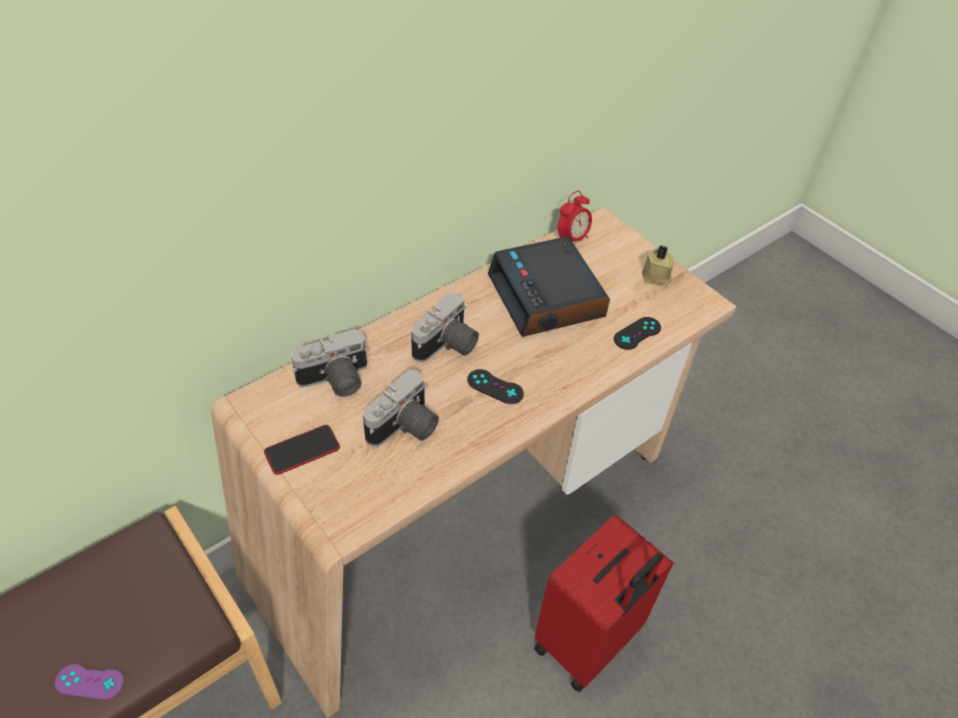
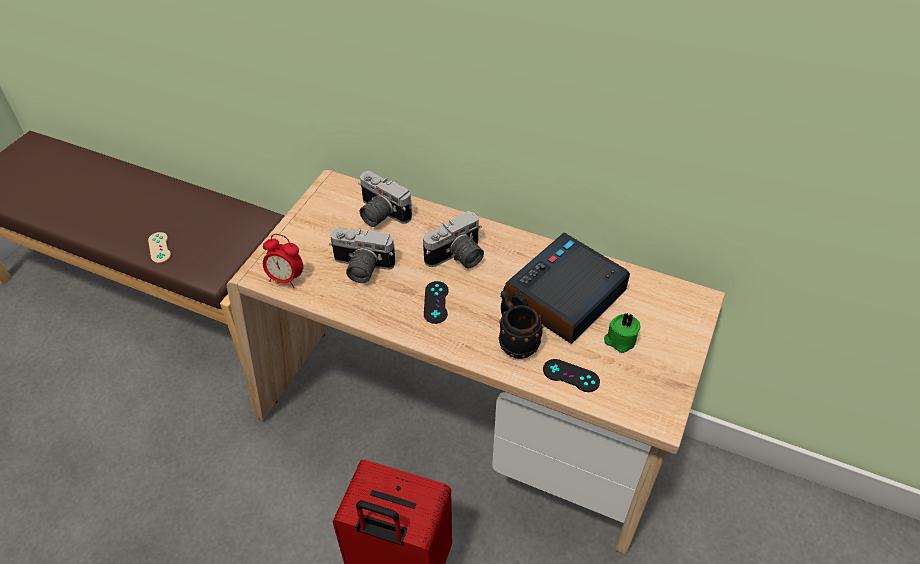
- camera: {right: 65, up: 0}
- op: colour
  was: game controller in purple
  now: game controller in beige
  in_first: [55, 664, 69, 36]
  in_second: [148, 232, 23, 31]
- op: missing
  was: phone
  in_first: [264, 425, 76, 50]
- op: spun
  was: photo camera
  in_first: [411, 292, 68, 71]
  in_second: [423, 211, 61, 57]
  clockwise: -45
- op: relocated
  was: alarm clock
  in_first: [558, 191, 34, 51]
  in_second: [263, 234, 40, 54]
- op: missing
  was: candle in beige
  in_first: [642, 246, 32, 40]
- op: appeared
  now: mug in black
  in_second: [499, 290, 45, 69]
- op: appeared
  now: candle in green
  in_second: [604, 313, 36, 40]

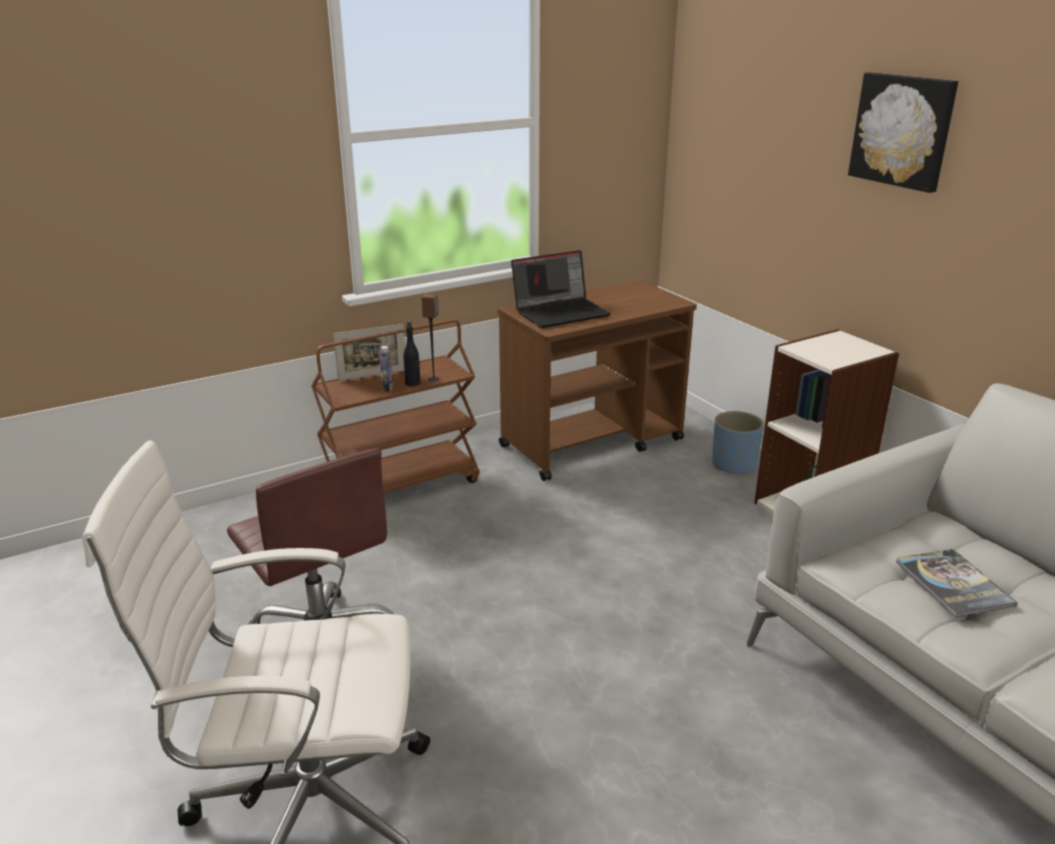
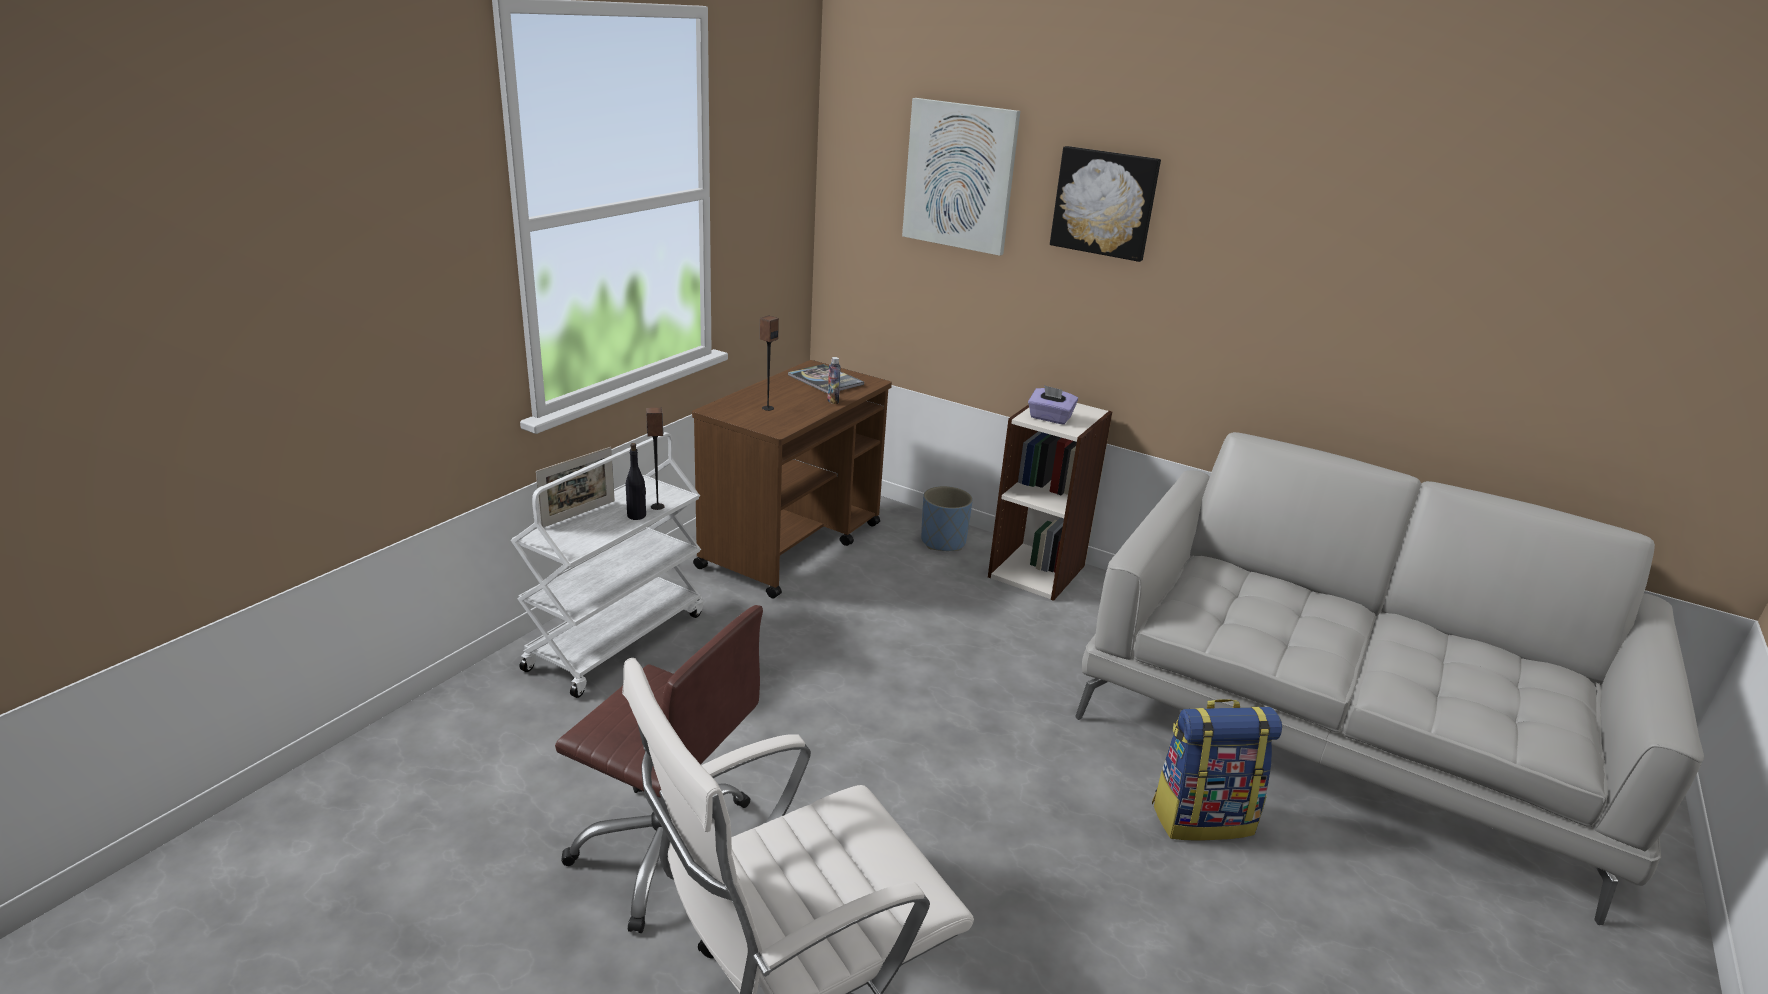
- camera: {right: -30, up: 0}
- op: colour
  was: cart in brown
  now: cart in white
  in_first: [311, 319, 168, 174]
  in_second: [511, 432, 192, 266]
- op: relocated
  was: bottle
  in_first: [379, 346, 14, 46]
  in_second: [827, 357, 14, 47]
- op: exchanged
  was: laptop
  now: speaker
  in_first: [511, 250, 100, 78]
  in_second: [760, 315, 19, 96]
- op: relocated
  was: book
  in_first: [896, 549, 122, 68]
  in_second: [788, 364, 76, 30]
- op: appeared
  now: picture
  in_second: [902, 98, 118, 158]
- op: appeared
  now: tissue box in purple
  in_second: [1028, 385, 50, 40]
- op: appeared
  now: backpack
  in_second: [1152, 699, 130, 142]

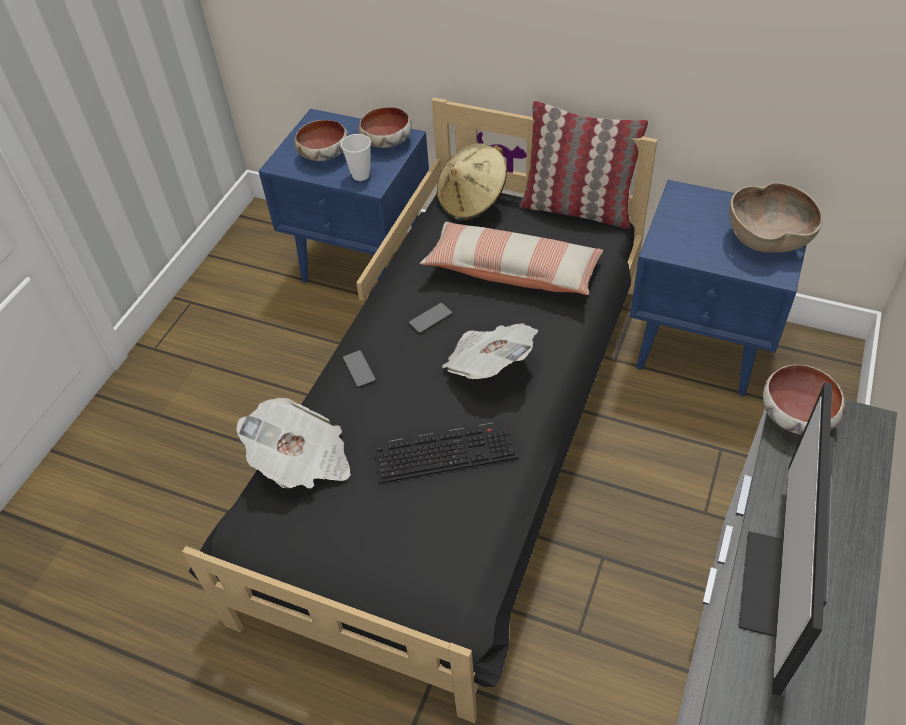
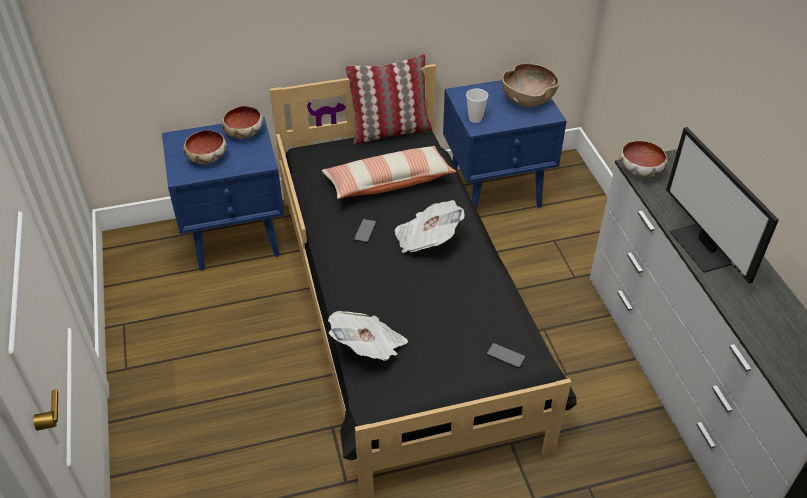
- camera: {right: -40, up: -5}
- op: relocated
  was: cup
  in_first: [341, 134, 30, 47]
  in_second: [466, 88, 22, 35]
- op: relocated
  was: phone
  in_first: [342, 350, 34, 38]
  in_second: [486, 343, 40, 25]
- op: missing
  was: keyboard
  in_first: [373, 420, 146, 64]
- op: missing
  was: hat in beige
  in_first: [437, 143, 70, 78]

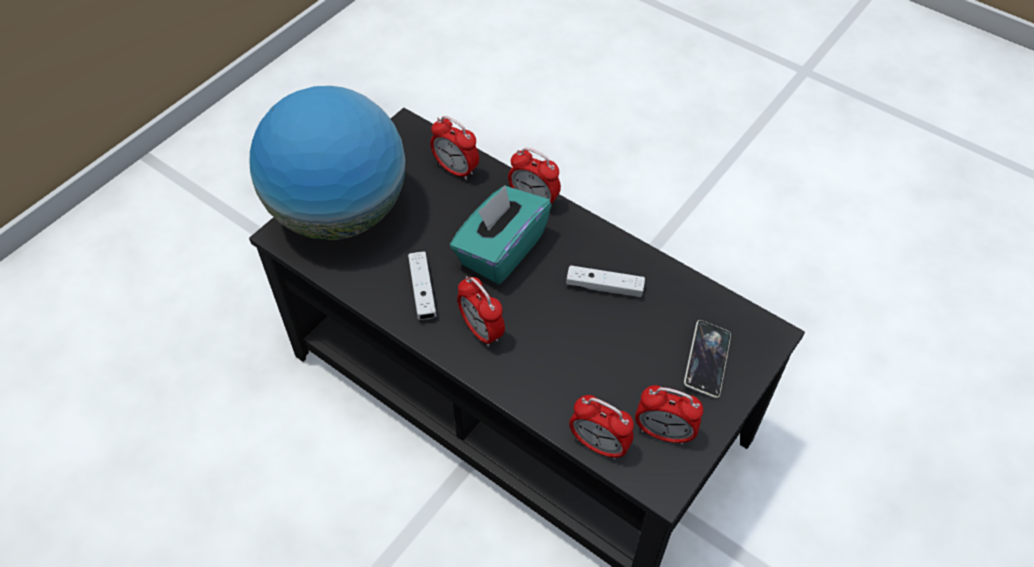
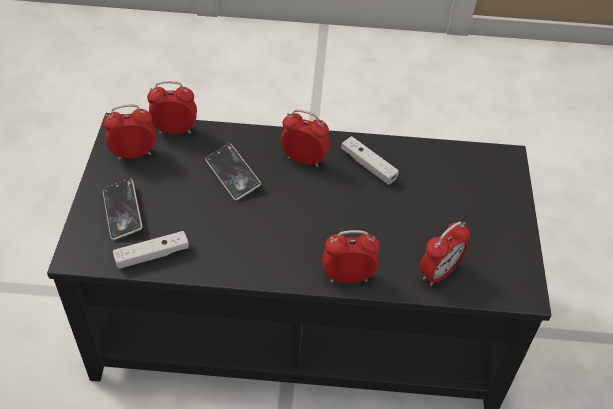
- camera: {right: 145, up: -5}
- op: missing
  was: globe
  in_first: [249, 86, 157, 154]
- op: spun
  was: alarm clock
  in_first: [430, 116, 49, 64]
  in_second: [420, 221, 50, 65]
  clockwise: 135
- op: missing
  was: tissue box in turquoise
  in_first: [450, 186, 102, 98]
- op: relocated
  was: game controller in white
  in_first: [566, 265, 79, 32]
  in_second: [113, 231, 76, 38]
- op: appeared
  now: phone
  in_second: [206, 144, 55, 56]

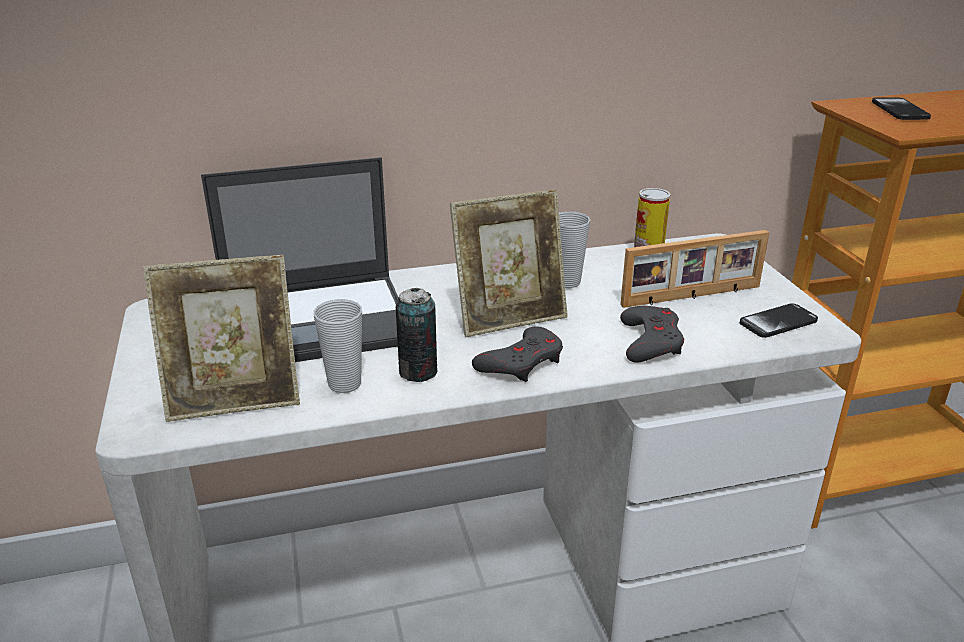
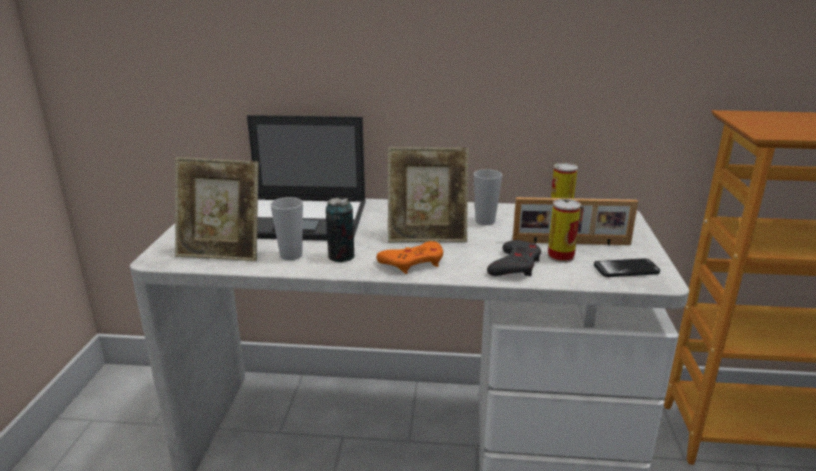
- camera: {right: 20, up: -5}
- op: colour
  was: game controller in grey
  now: game controller in orange
  in_first: [472, 326, 91, 56]
  in_second: [377, 241, 66, 33]
- op: missing
  was: phone
  in_first: [872, 97, 59, 23]
- op: appeared
  now: can
  in_second: [548, 199, 33, 63]

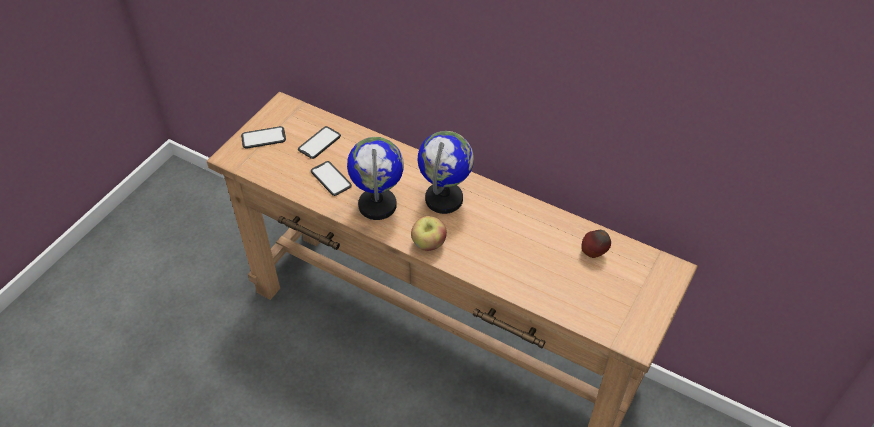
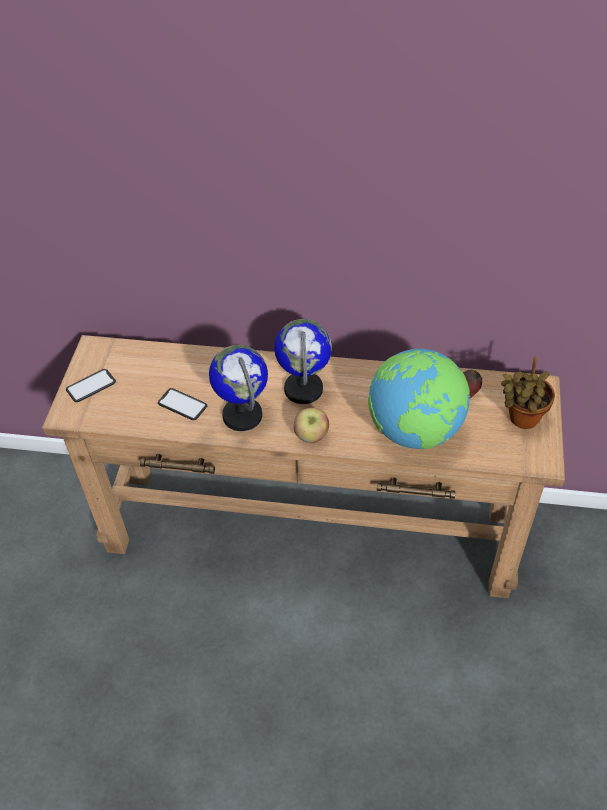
- camera: {right: -20, up: 0}
- op: missing
  was: phone
  in_first: [298, 126, 43, 33]
- op: appeared
  now: globe
  in_second: [368, 349, 102, 100]
- op: appeared
  now: potted plant
  in_second: [501, 357, 54, 72]

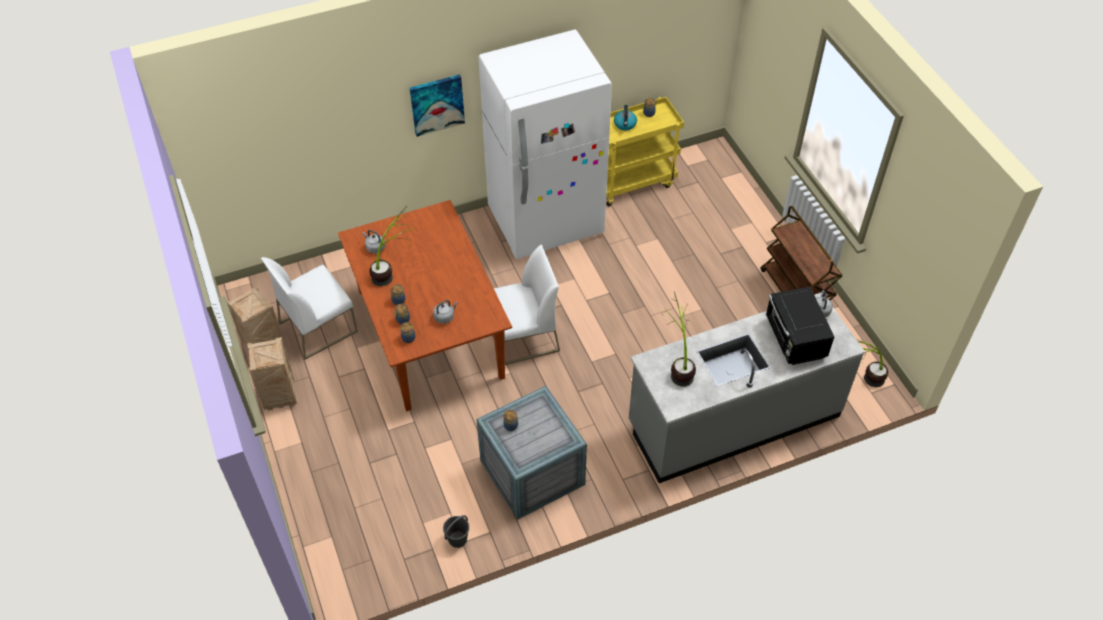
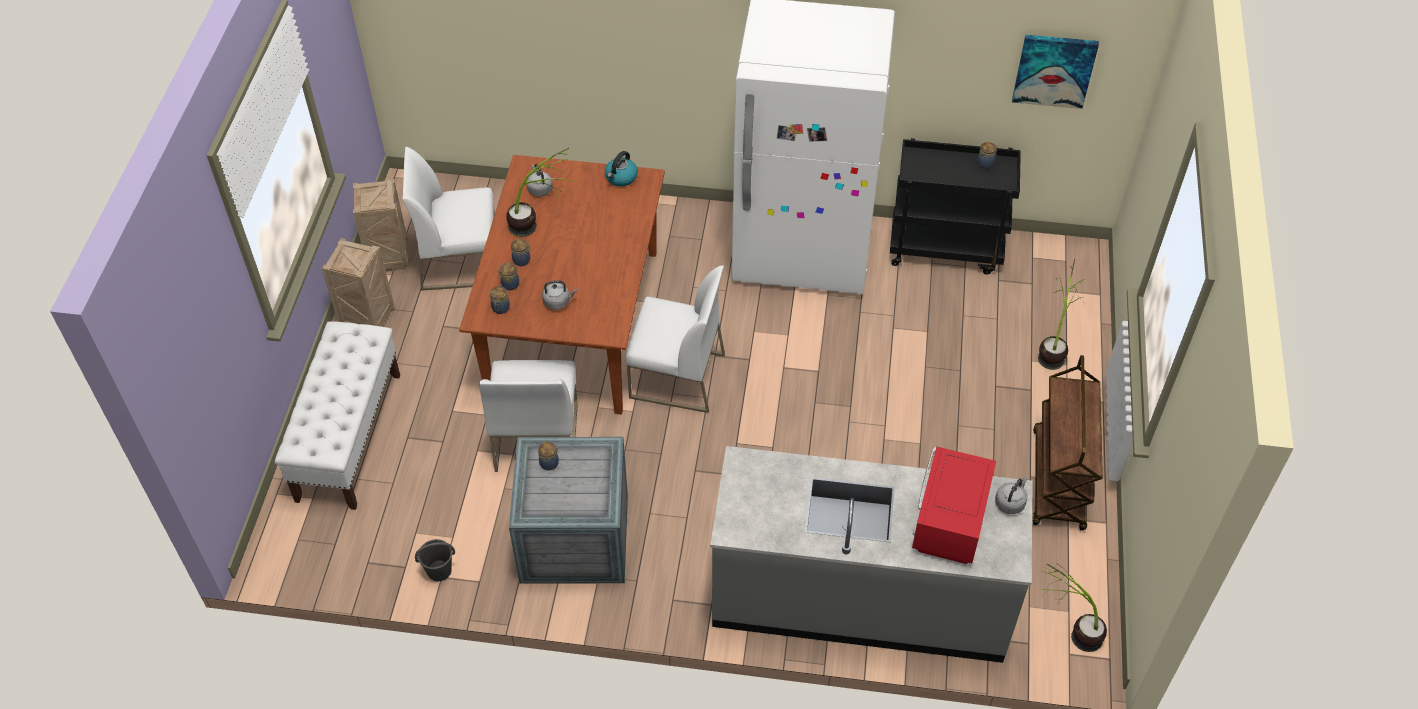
- camera: {right: 30, up: 0}
- op: relocated
  was: picture
  in_first: [410, 74, 55, 63]
  in_second: [1012, 35, 87, 74]
- op: colour
  was: cart in yellow
  now: cart in black
  in_first: [606, 97, 78, 109]
  in_second: [890, 138, 131, 137]
- op: relocated
  was: kettle
  in_first: [614, 105, 23, 25]
  in_second: [605, 151, 33, 36]
- op: relocated
  was: potted plant
  in_first: [664, 291, 32, 96]
  in_second: [1038, 259, 47, 111]
- op: colour
  was: microwave in black
  now: microwave in red
  in_first: [766, 287, 68, 78]
  in_second: [912, 446, 84, 118]
- op: appeared
  now: bench in white
  in_second: [275, 321, 125, 189]
- op: appeared
  now: chair in white
  in_second: [479, 360, 99, 112]

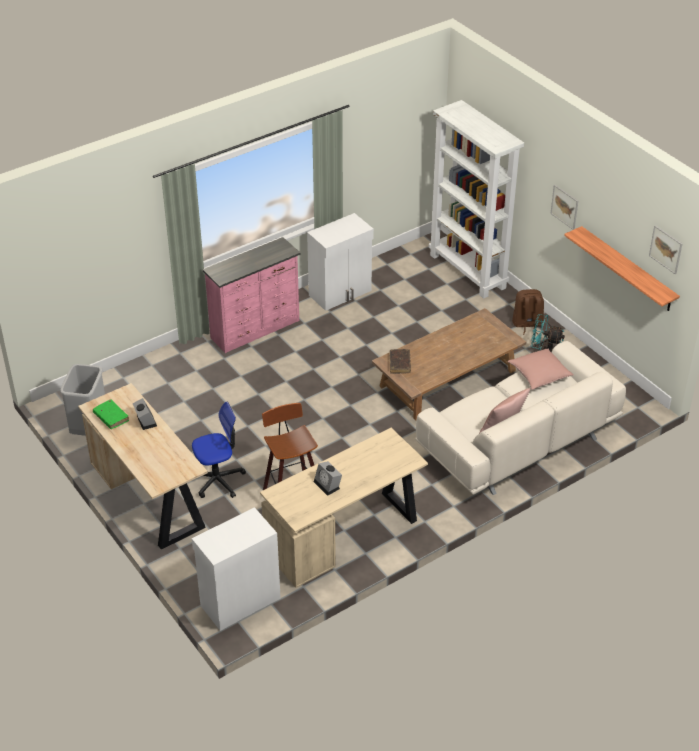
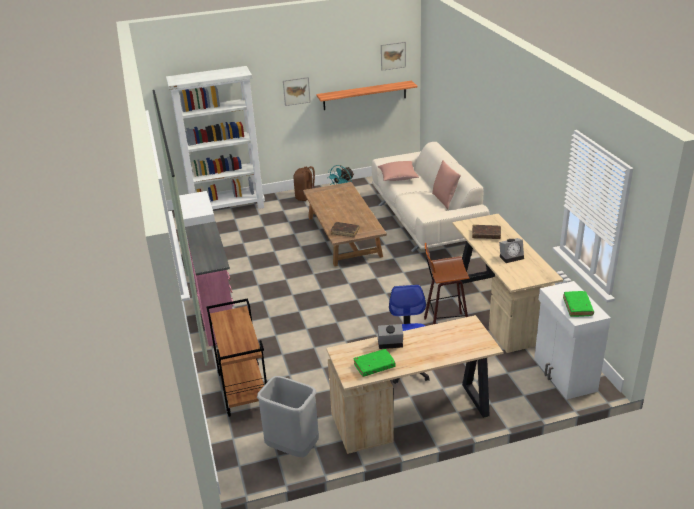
- camera: {right: -70, up: -10}
- op: appeared
  now: cart in brown
  in_second: [206, 298, 61, 119]
- op: appeared
  now: book in brown
  in_second: [472, 225, 29, 14]
- op: appeared
  now: book in green
  in_second: [563, 291, 31, 26]

